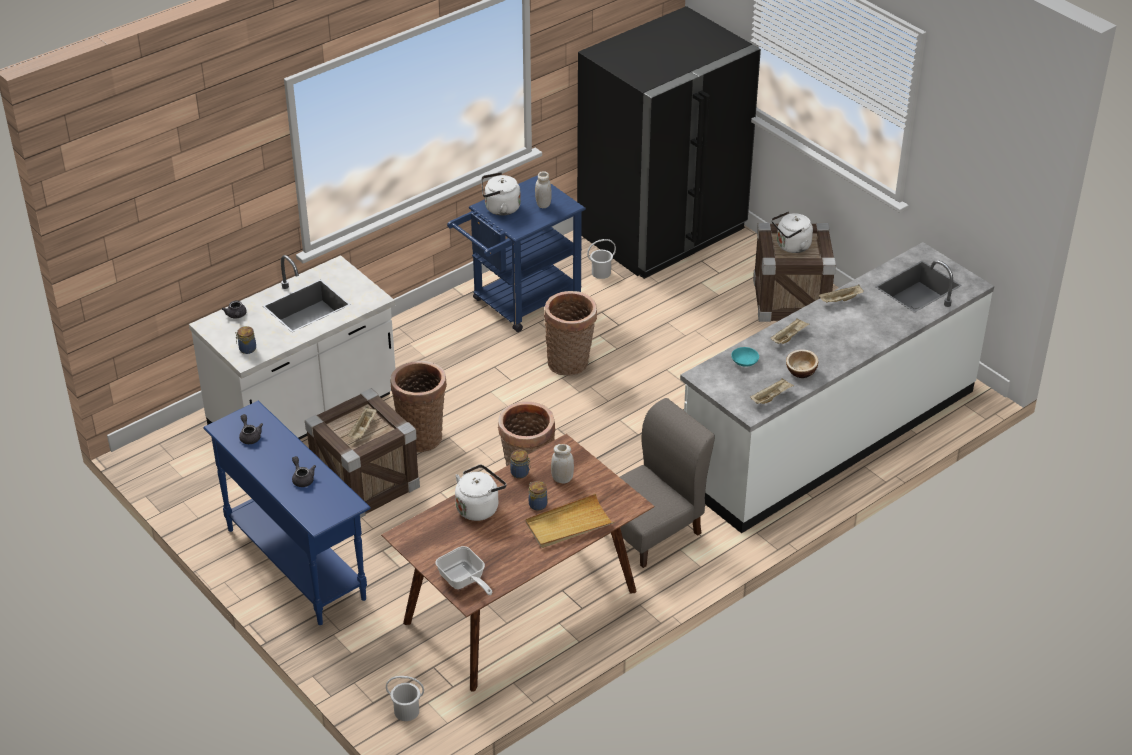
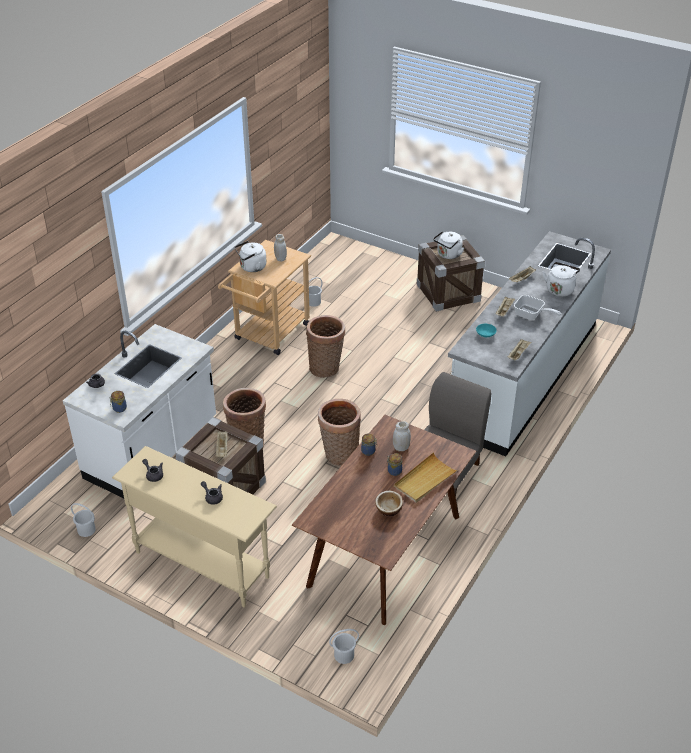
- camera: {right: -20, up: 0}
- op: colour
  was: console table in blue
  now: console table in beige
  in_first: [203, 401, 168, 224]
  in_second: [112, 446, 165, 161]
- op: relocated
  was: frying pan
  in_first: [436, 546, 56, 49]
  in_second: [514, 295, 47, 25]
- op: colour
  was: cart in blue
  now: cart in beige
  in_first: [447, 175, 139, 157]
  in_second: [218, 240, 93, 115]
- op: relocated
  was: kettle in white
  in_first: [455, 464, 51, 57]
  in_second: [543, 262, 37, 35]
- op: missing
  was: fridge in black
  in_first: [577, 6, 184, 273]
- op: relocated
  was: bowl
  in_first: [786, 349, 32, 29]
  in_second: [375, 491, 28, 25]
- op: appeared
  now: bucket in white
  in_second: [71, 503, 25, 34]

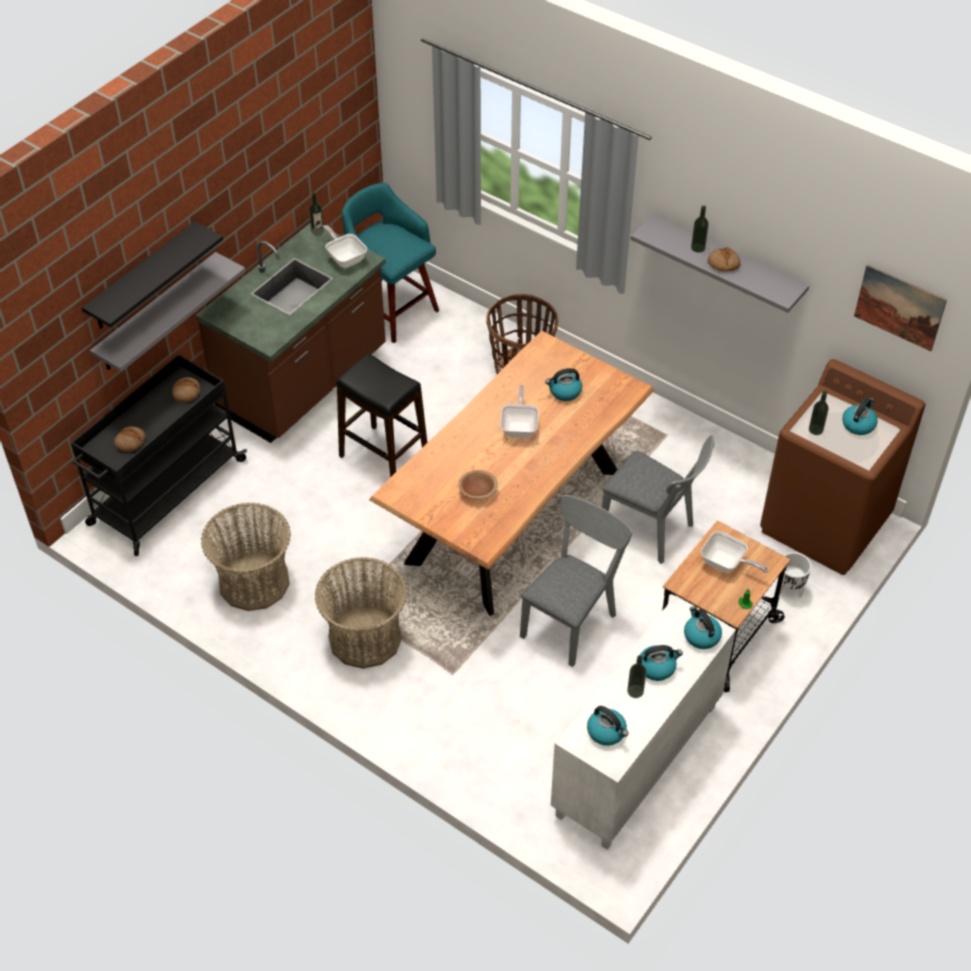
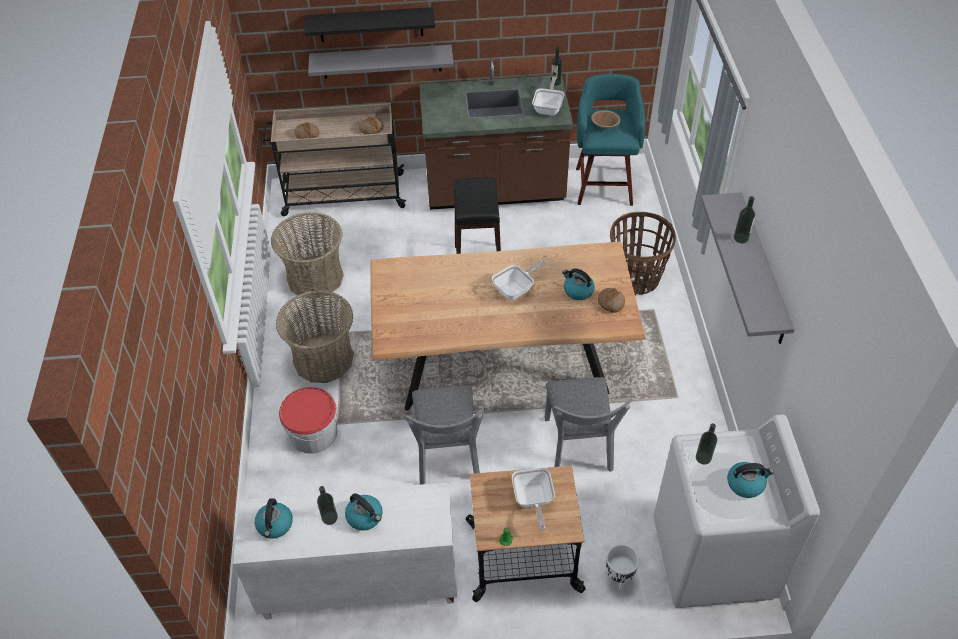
- camera: {right: 50, up: 0}
- op: colour
  was: cart in black
  now: cart in beige
  in_first: [71, 354, 176, 202]
  in_second: [263, 103, 143, 113]
- op: relocated
  was: bowl in brown
  in_first: [458, 470, 40, 28]
  in_second: [591, 110, 30, 19]
- op: spun
  was: chair in grey
  in_first: [520, 495, 113, 172]
  in_second: [405, 385, 80, 100]
  clockwise: 90
- op: missing
  was: kettle
  in_first: [684, 606, 38, 43]
- op: relocated
  was: bread
  in_first: [708, 247, 32, 25]
  in_second: [598, 288, 27, 25]
- op: colour
  was: washing machine in brown
  now: washing machine in white
  in_first: [760, 359, 166, 216]
  in_second: [653, 414, 167, 194]
- op: missing
  was: picture
  in_first: [854, 264, 93, 87]
- op: appeared
  now: bucket
  in_second: [279, 387, 59, 67]

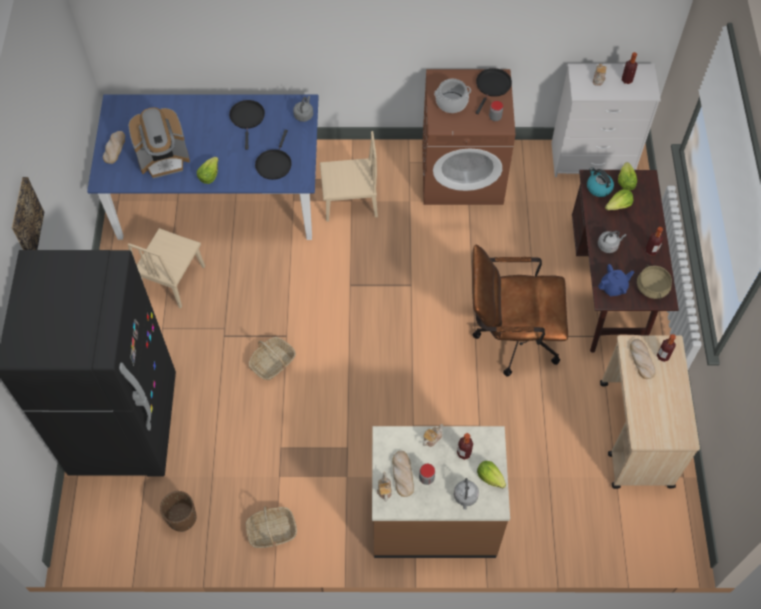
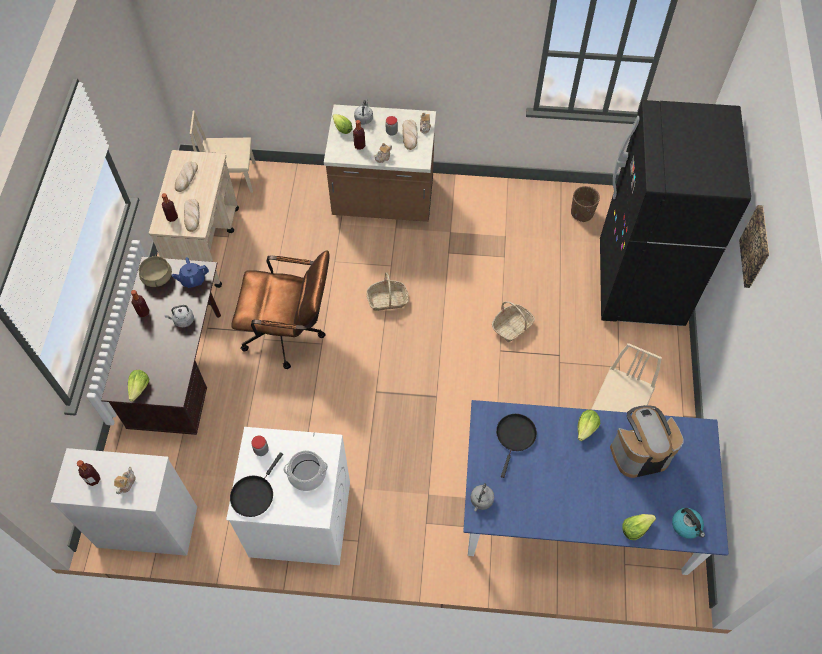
- camera: {right: -175, up: 0}
- op: relocated
  was: bread
  in_first: [103, 131, 22, 33]
  in_second: [175, 161, 23, 31]
- op: missing
  was: frying pan in black
  in_first: [229, 100, 36, 50]
- op: relocated
  was: basket
  in_first: [245, 506, 52, 42]
  in_second: [366, 272, 43, 39]
- op: relocated
  was: chair in beige
  in_first: [320, 131, 58, 91]
  in_second: [190, 111, 66, 82]
- op: colour
  was: washing machine in brown
  now: washing machine in white
  in_first: [422, 69, 93, 136]
  in_second: [226, 427, 124, 138]
- op: relocated
  was: kettle
  in_first: [587, 167, 27, 30]
  in_second: [672, 508, 33, 31]
- op: relocated
  was: lettuce
  in_first: [605, 189, 28, 21]
  in_second: [622, 514, 34, 26]

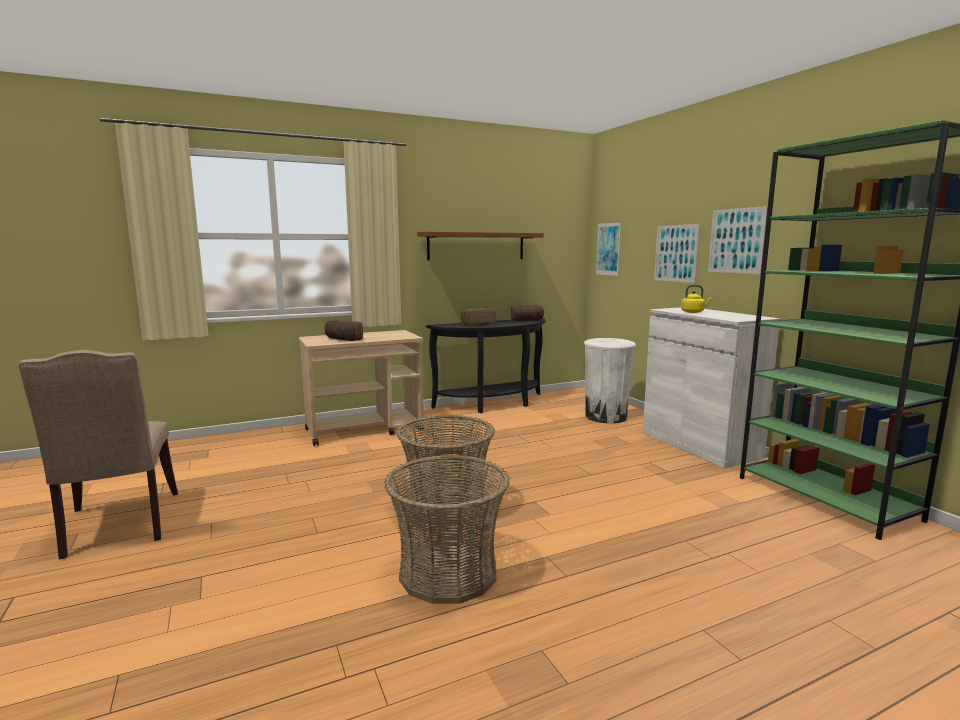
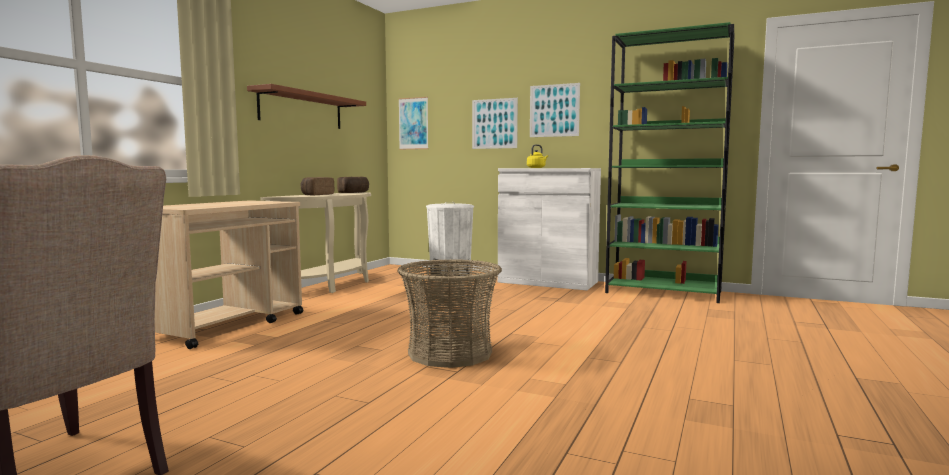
- camera: {right: -40, up: -5}
- op: missing
  was: bread
  in_first: [324, 319, 39, 22]
- op: missing
  was: basket
  in_first: [384, 455, 126, 149]
- op: colour
  was: console table in black
  now: console table in beige
  in_first: [426, 318, 120, 95]
  in_second: [260, 192, 111, 101]

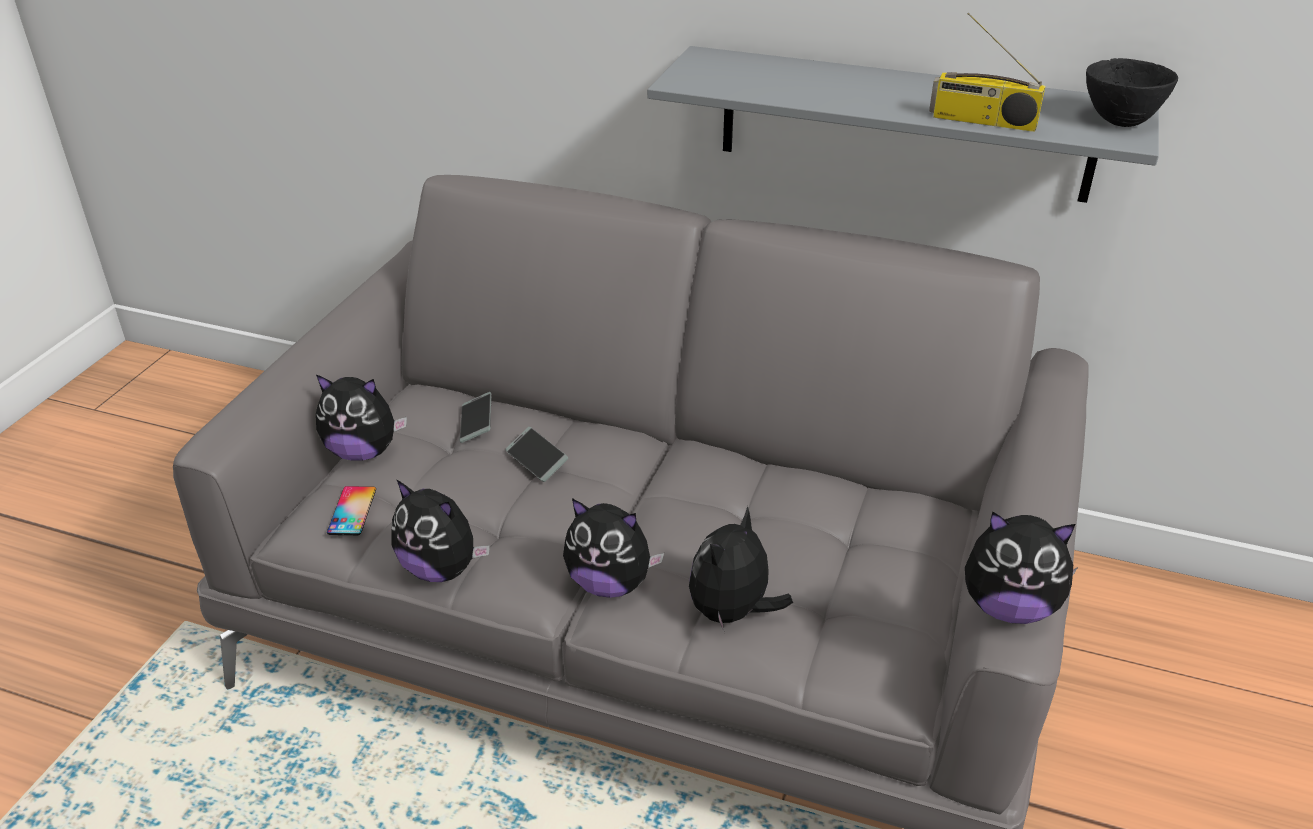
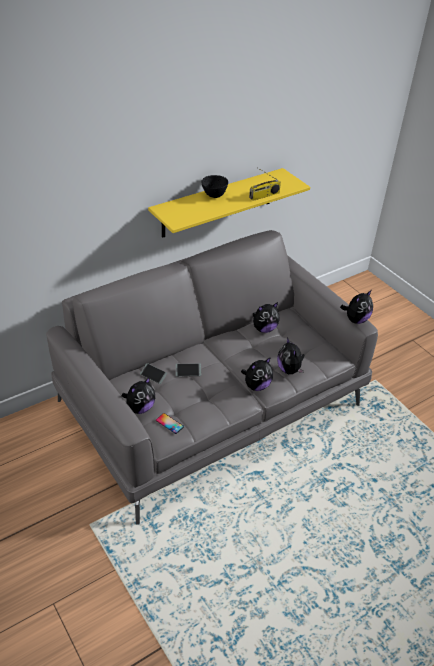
- camera: {right: -55, up: 5}
- op: relocated
  was: plush toy
  in_first: [391, 480, 99, 102]
  in_second: [253, 302, 27, 31]
- op: colour
  was: shelf in grey
  now: shelf in yellow
  in_first: [647, 46, 512, 157]
  in_second: [148, 168, 162, 70]
- op: relocated
  was: bowl in black
  in_first: [1086, 58, 92, 69]
  in_second: [201, 175, 27, 23]

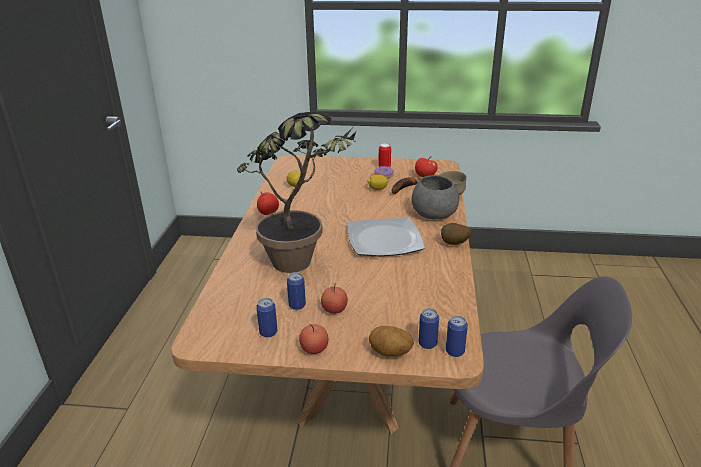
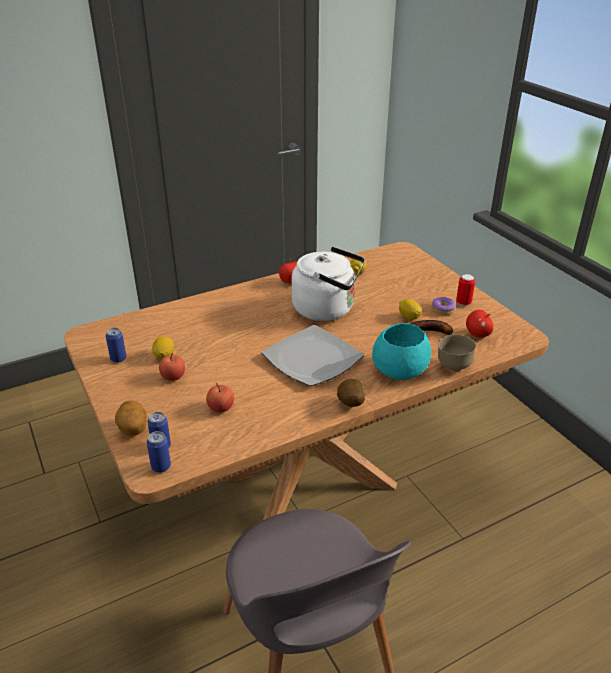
- camera: {right: 55, up: 5}
- op: missing
  was: potted plant
  in_first: [237, 112, 120, 161]
- op: exchanged
  was: can
  now: lemon
  in_first: [287, 272, 19, 38]
  in_second: [152, 336, 22, 24]
- op: relocated
  was: apple
  in_first: [299, 324, 30, 30]
  in_second: [206, 383, 28, 30]
- op: colour
  was: bowl in grey
  now: bowl in turquoise
  in_first: [412, 175, 47, 44]
  in_second: [372, 323, 59, 57]
- op: appeared
  now: kettle in white
  in_second: [292, 247, 73, 74]

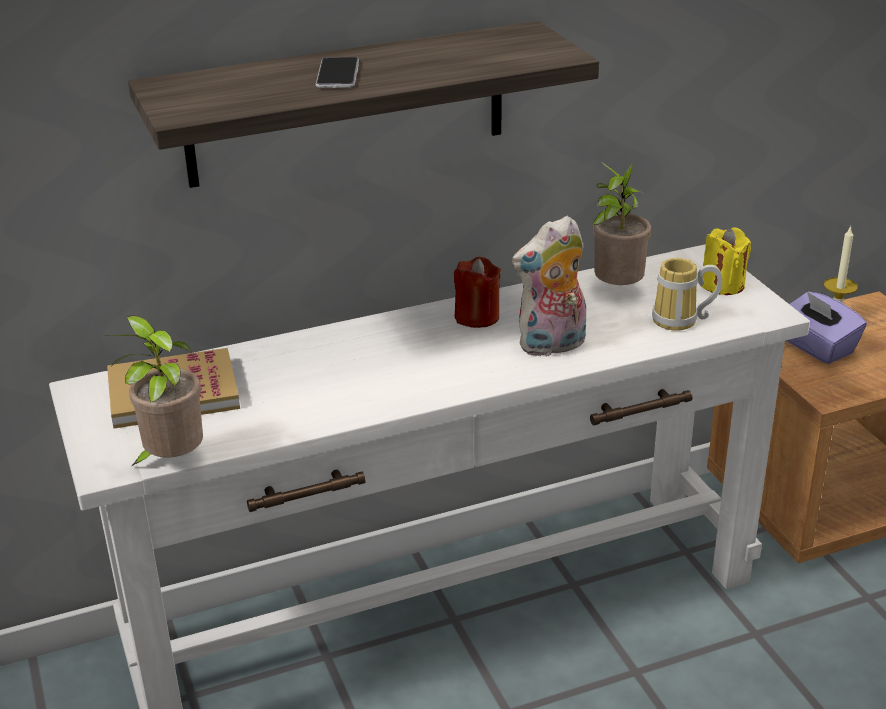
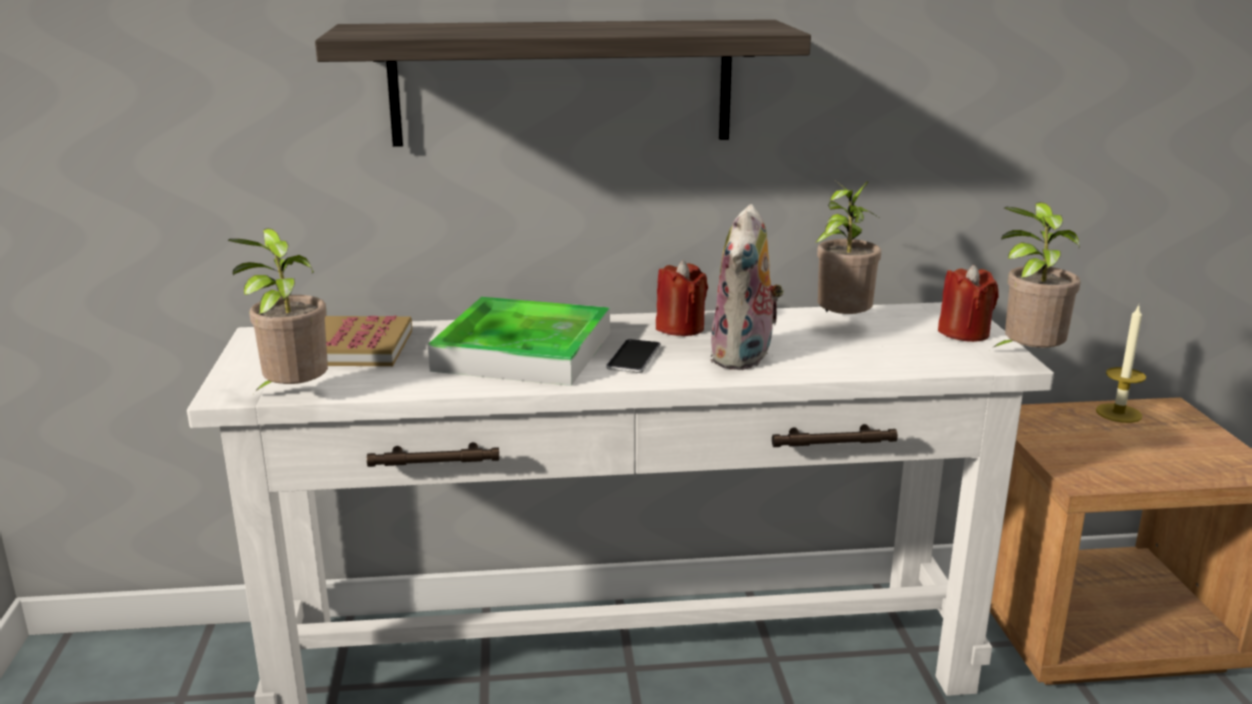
- camera: {right: 15, up: -10}
- op: relocated
  was: phone
  in_first: [316, 57, 43, 31]
  in_second: [606, 339, 55, 34]
- op: spun
  was: plush toy
  in_first: [512, 216, 74, 140]
  in_second: [710, 204, 74, 166]
  clockwise: -60
- op: missing
  was: mug
  in_first: [652, 258, 70, 73]
- op: colour
  was: candle in yellow
  now: candle in red
  in_first: [700, 227, 51, 68]
  in_second: [938, 265, 61, 77]
- op: missing
  was: tissue box in purple
  in_first: [786, 291, 81, 73]
- op: appeared
  now: tray
  in_second: [428, 297, 182, 89]
- op: appeared
  now: potted plant
  in_second: [991, 202, 90, 147]

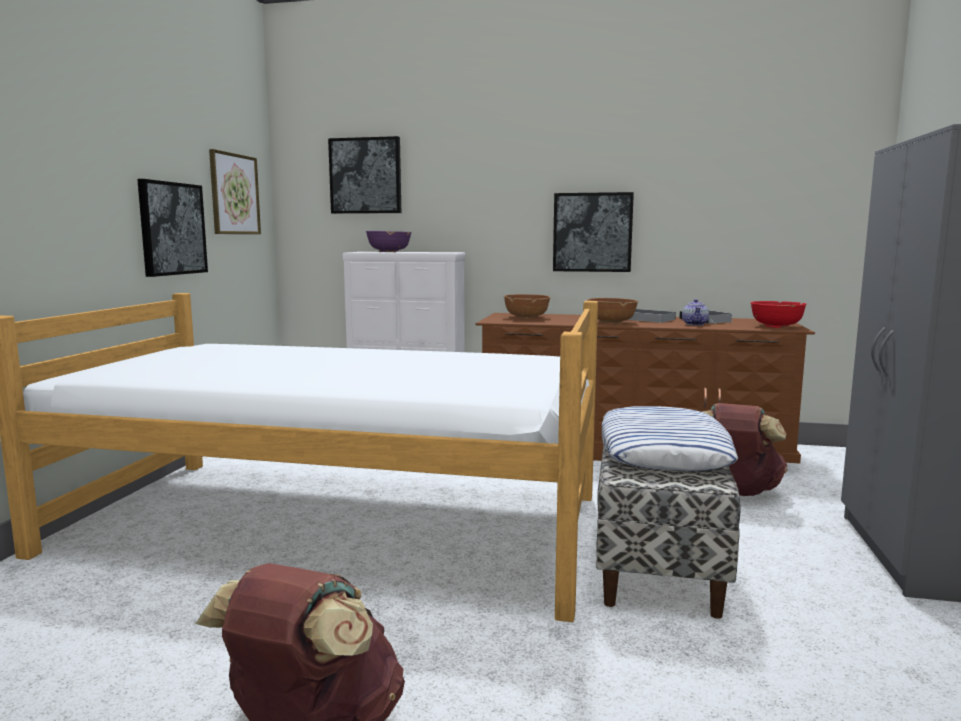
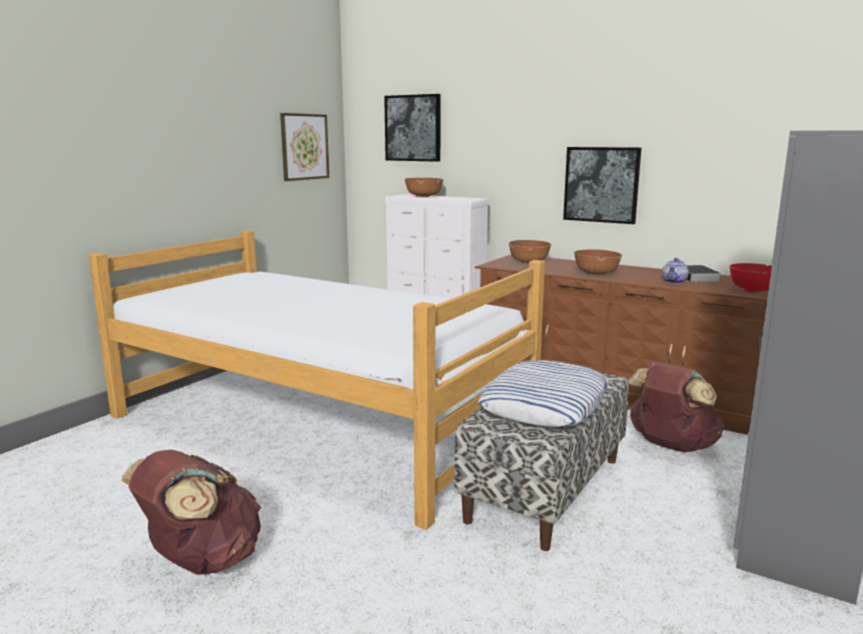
- camera: {right: 20, up: 5}
- op: missing
  was: picture
  in_first: [137, 179, 71, 98]
- op: colour
  was: bowl in purple
  now: bowl in brown
  in_first: [366, 231, 46, 21]
  in_second: [405, 178, 38, 19]
- op: missing
  was: book
  in_first: [628, 309, 48, 14]

